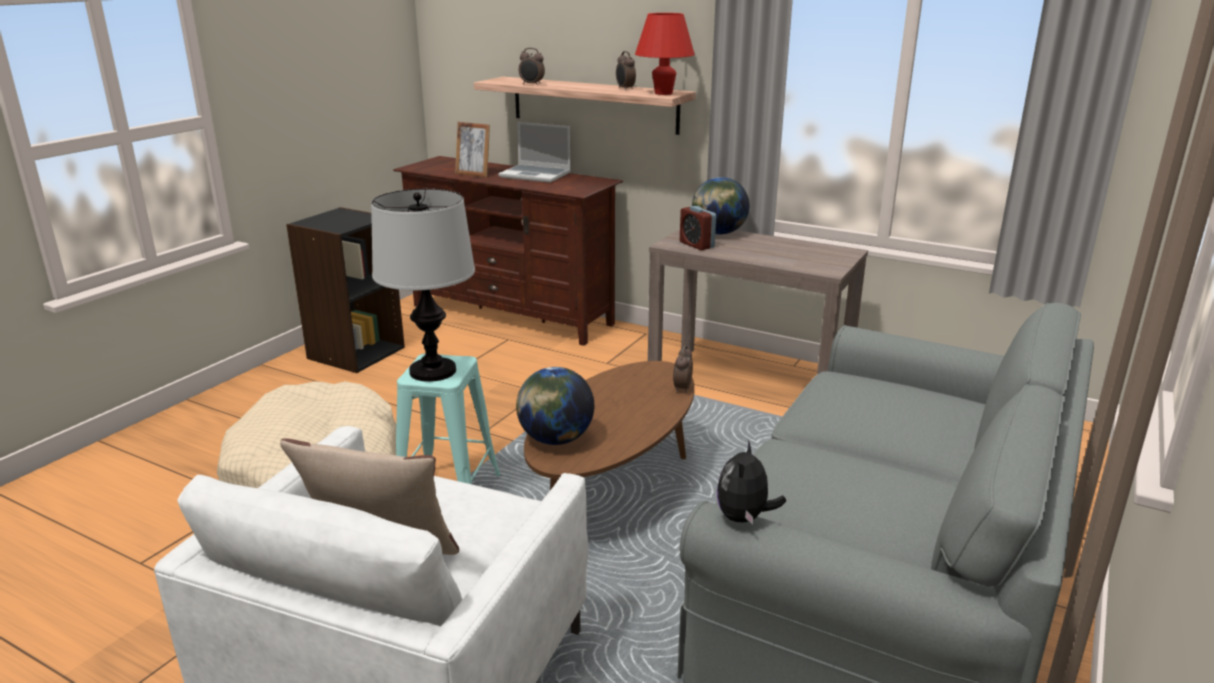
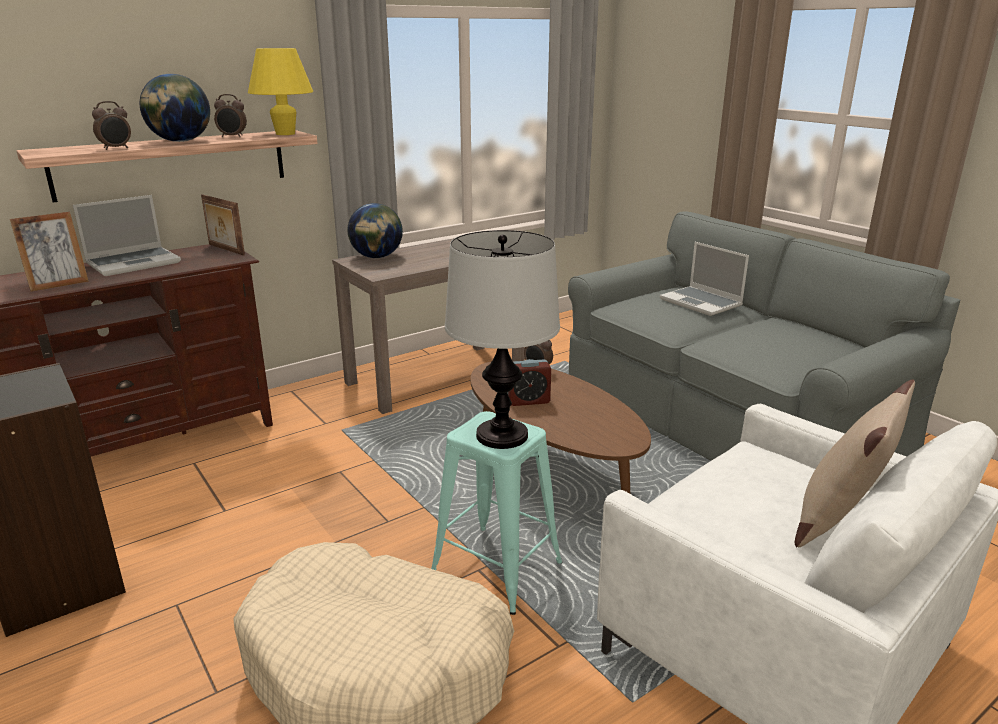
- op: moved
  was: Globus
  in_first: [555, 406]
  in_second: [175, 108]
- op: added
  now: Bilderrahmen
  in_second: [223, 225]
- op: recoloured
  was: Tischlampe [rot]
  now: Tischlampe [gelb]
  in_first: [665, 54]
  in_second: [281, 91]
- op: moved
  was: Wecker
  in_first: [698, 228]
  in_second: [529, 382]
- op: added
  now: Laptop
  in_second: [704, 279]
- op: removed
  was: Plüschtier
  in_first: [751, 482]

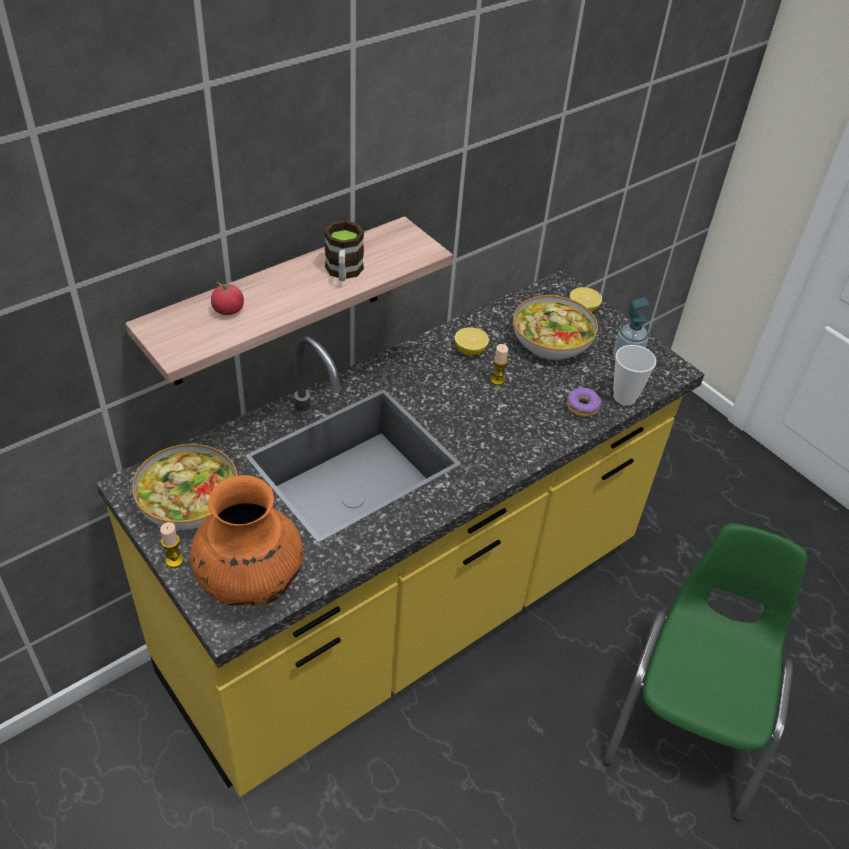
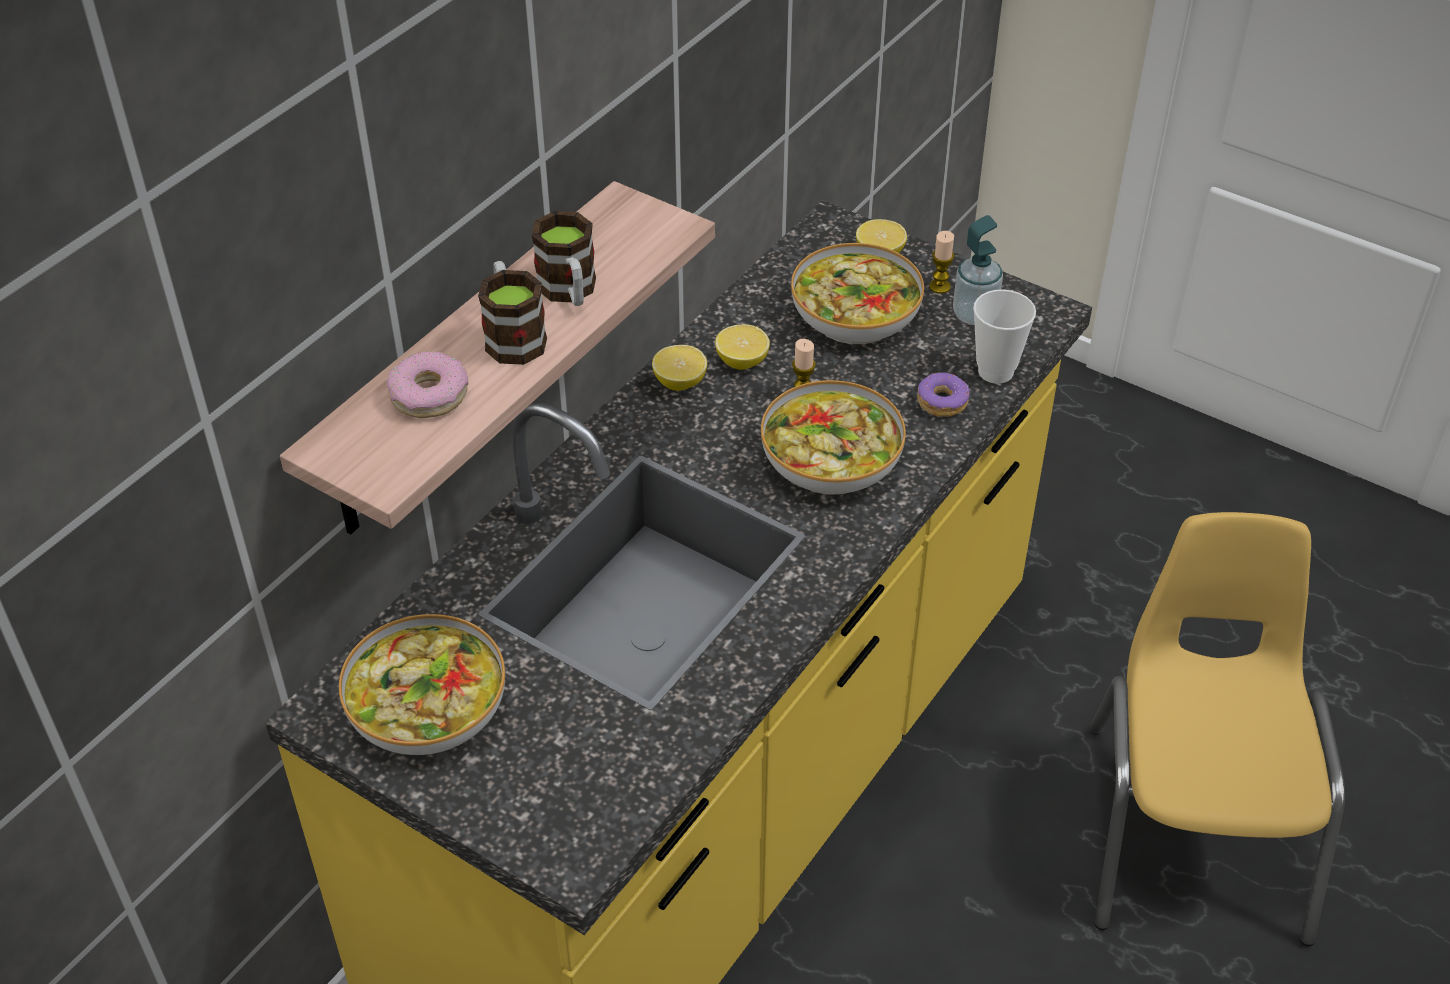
- op: replaced
  was: Tomate
  now: Donut
  in_first: [227, 298]
  in_second: [427, 384]
- op: added
  now: Henkelbecher
  in_second: [512, 313]
- op: added
  now: Zitrone
  in_second: [679, 368]
- op: added
  now: Schüssel
  in_second: [833, 437]
- op: moved
  was: Kerze
  in_first: [172, 545]
  in_second: [941, 262]
- op: recoloured
  was: Stuhl [grün]
  now: Stuhl [gelb]
  in_first: [705, 672]
  in_second: [1217, 729]
- op: removed
  was: Vase [orange]
  in_first: [246, 540]

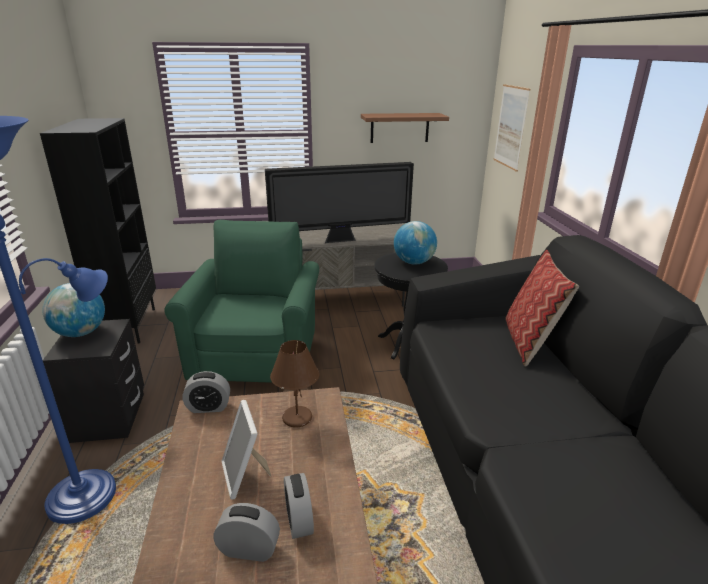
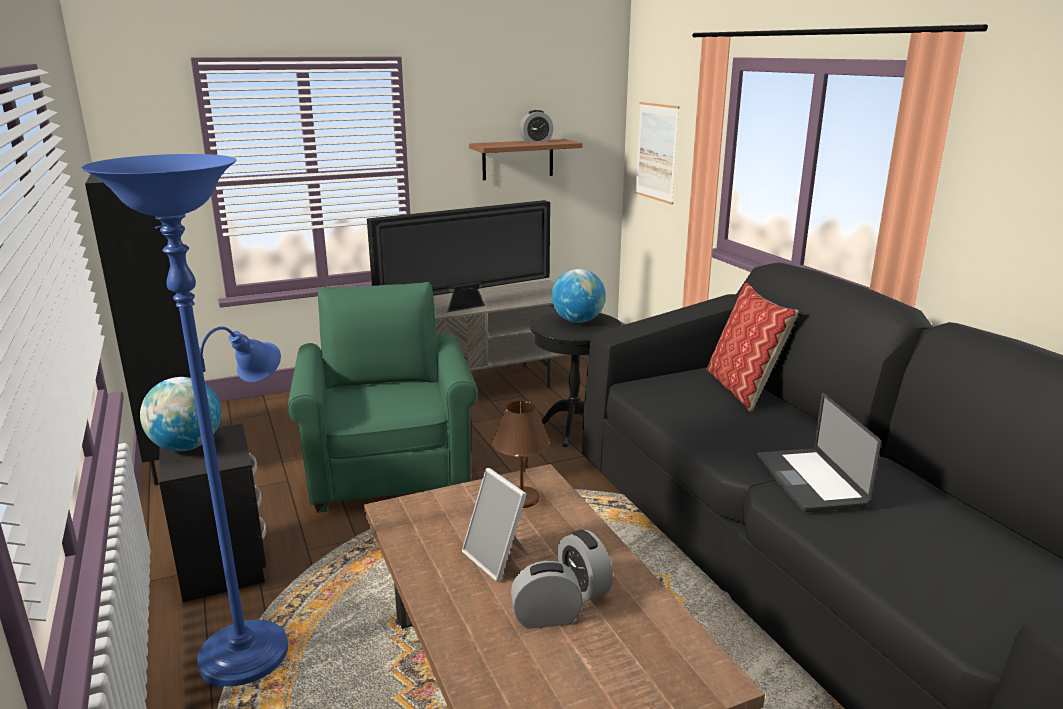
- op: moved
  was: Wecker
  in_first: [206, 392]
  in_second: [536, 126]
- op: added
  now: Laptop
  in_second: [818, 452]

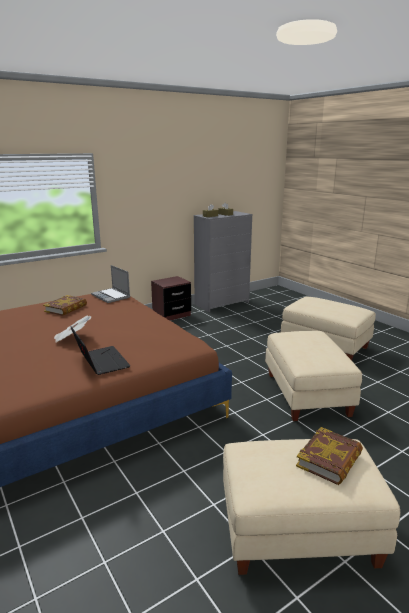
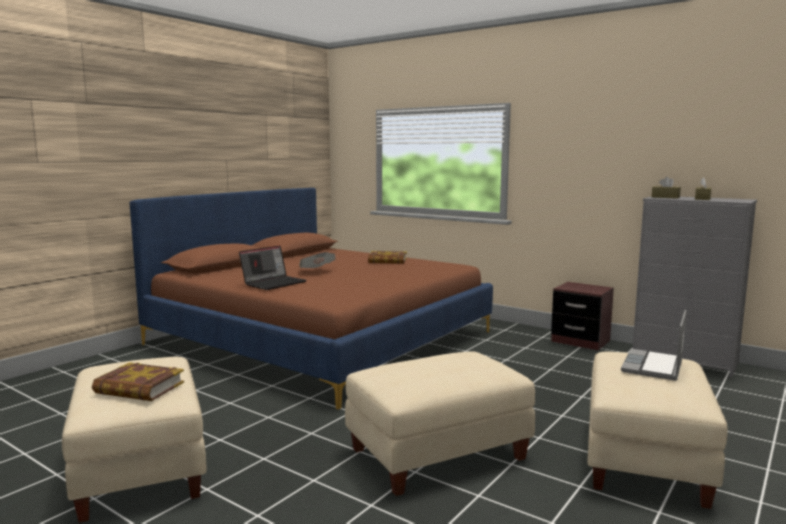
- op: moved
  was: Laptop
  in_first: [110, 284]
  in_second: [654, 345]

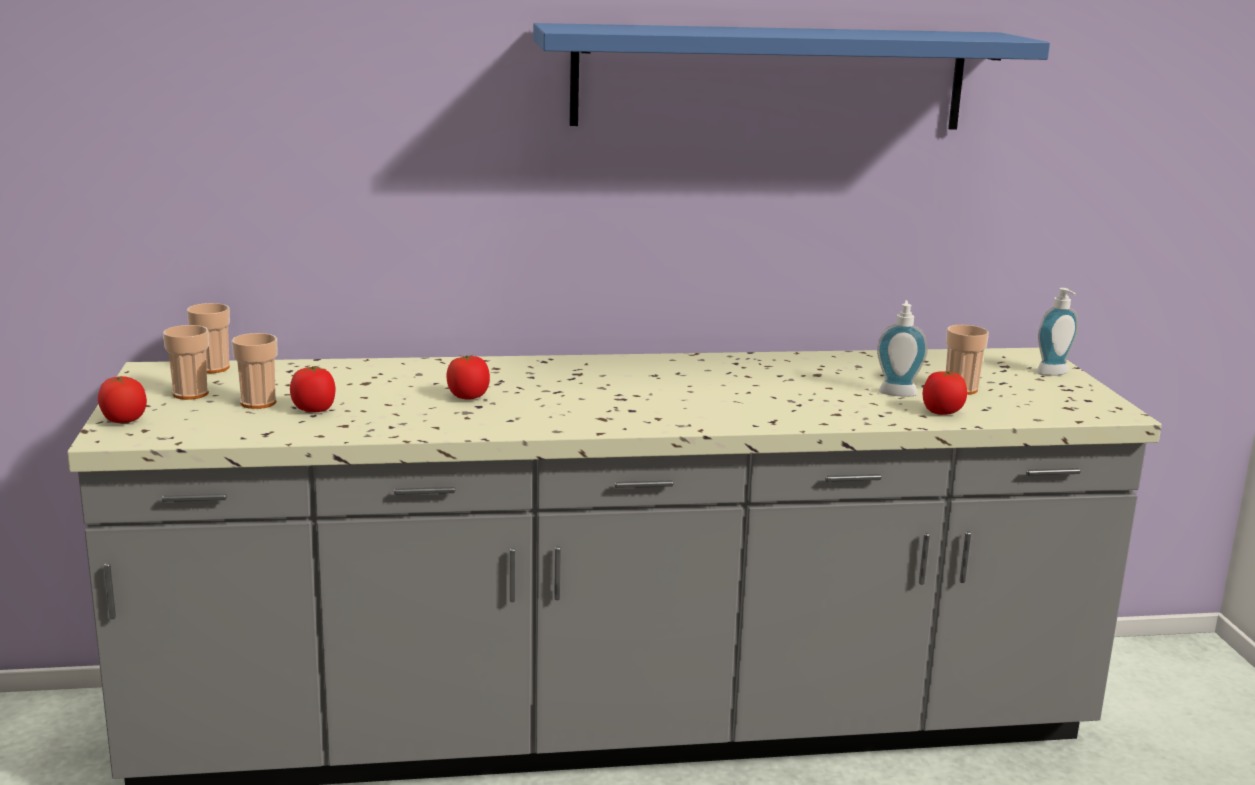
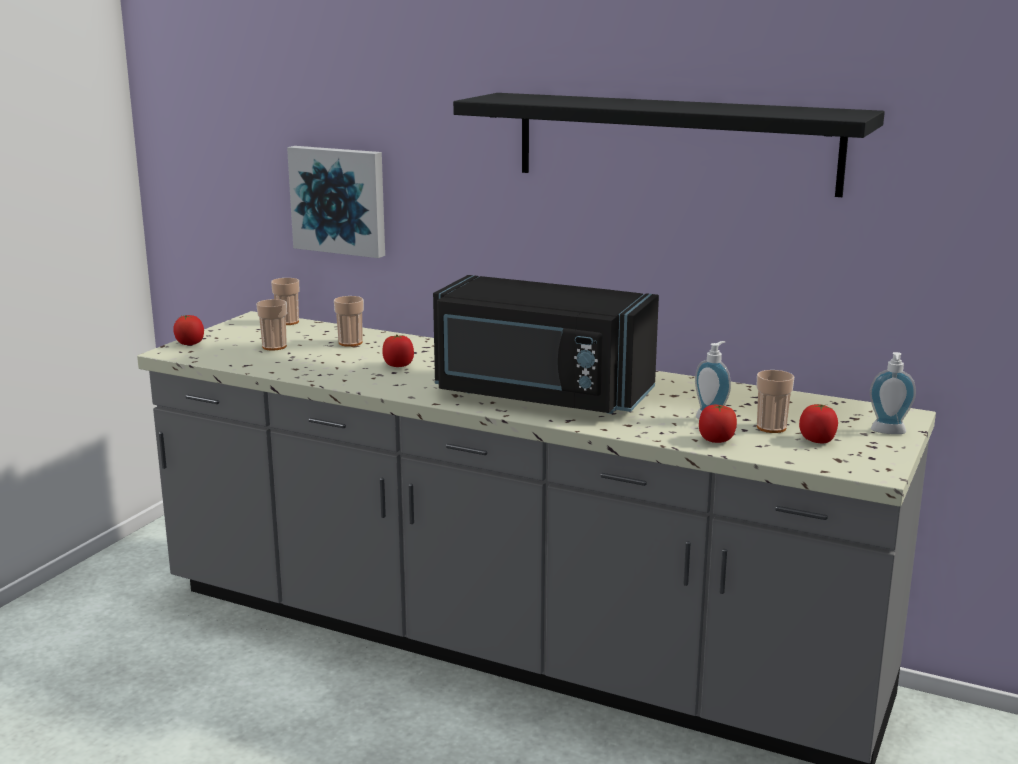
- op: added
  now: Bild
  in_second: [336, 202]
- op: moved
  was: Tasse
  in_first: [186, 362]
  in_second: [349, 321]
- op: added
  now: Mikrowelle [schwarz]
  in_second: [546, 344]
- op: recoloured
  was: Wandregal [blau]
  now: Wandregal [schwarz]
  in_first: [791, 76]
  in_second: [669, 145]
- op: moved
  was: Tomate
  in_first: [312, 388]
  in_second: [818, 423]

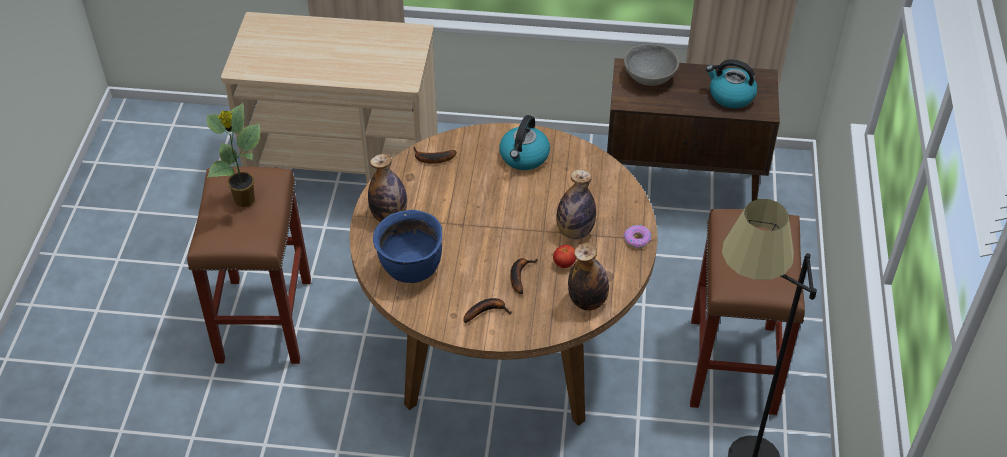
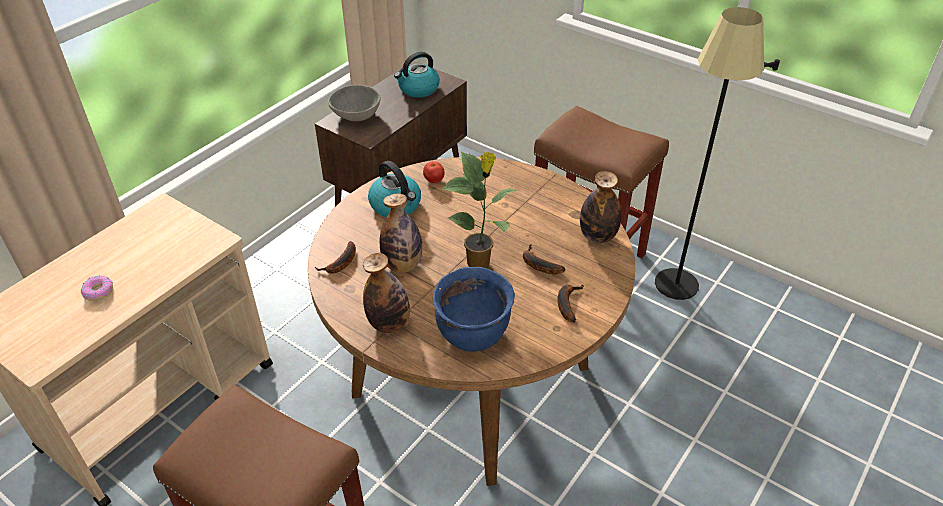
- op: moved
  was: Donut
  in_first: [637, 237]
  in_second: [97, 288]
- op: moved
  was: Flasche
  in_first: [576, 204]
  in_second: [401, 233]
- op: moved
  was: Tomate
  in_first: [565, 256]
  in_second: [434, 172]
- op: moved
  was: Topfpflanze
  in_first: [233, 155]
  in_second: [479, 210]

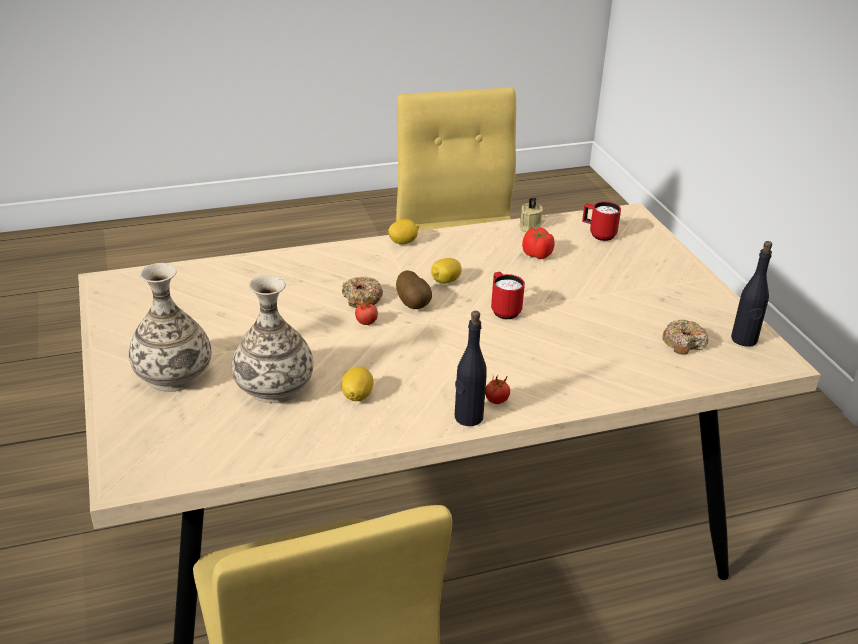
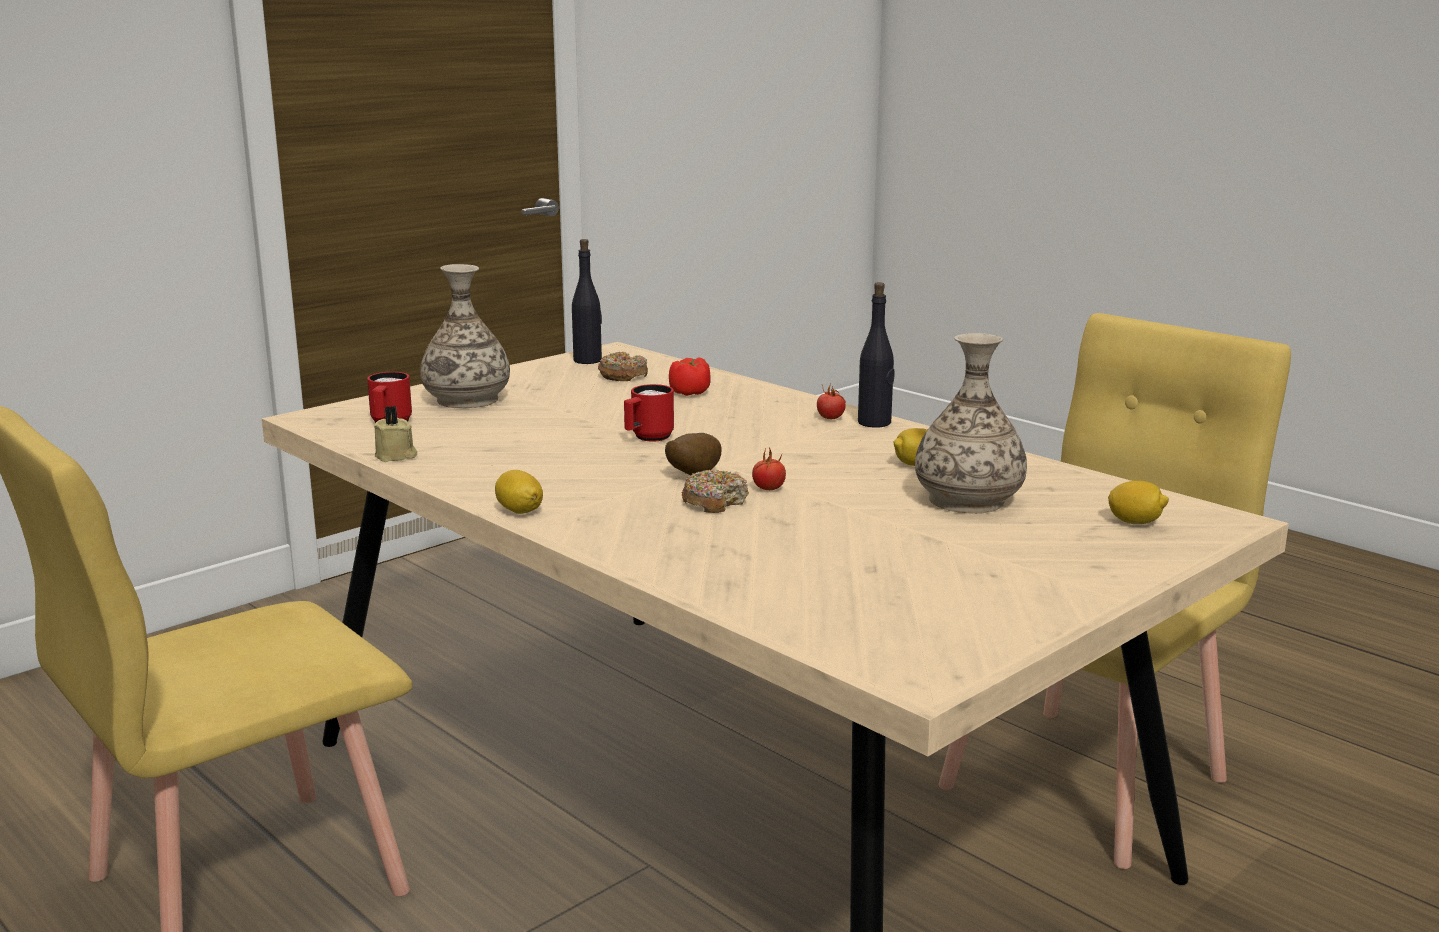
- op: moved
  was: Vase
  in_first: [170, 327]
  in_second: [465, 336]
- op: moved
  was: Tomate
  in_first: [538, 243]
  in_second: [690, 376]
- op: moved
  was: Zitrone
  in_first: [446, 271]
  in_second: [1138, 502]

